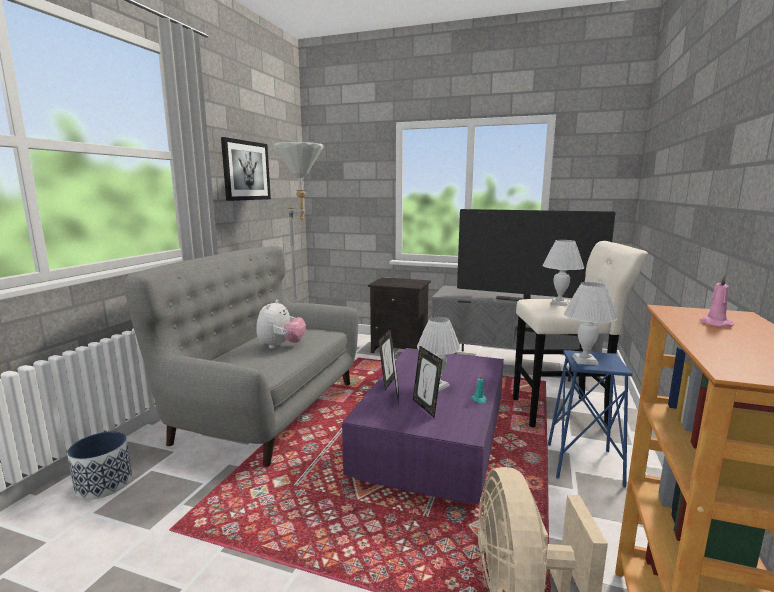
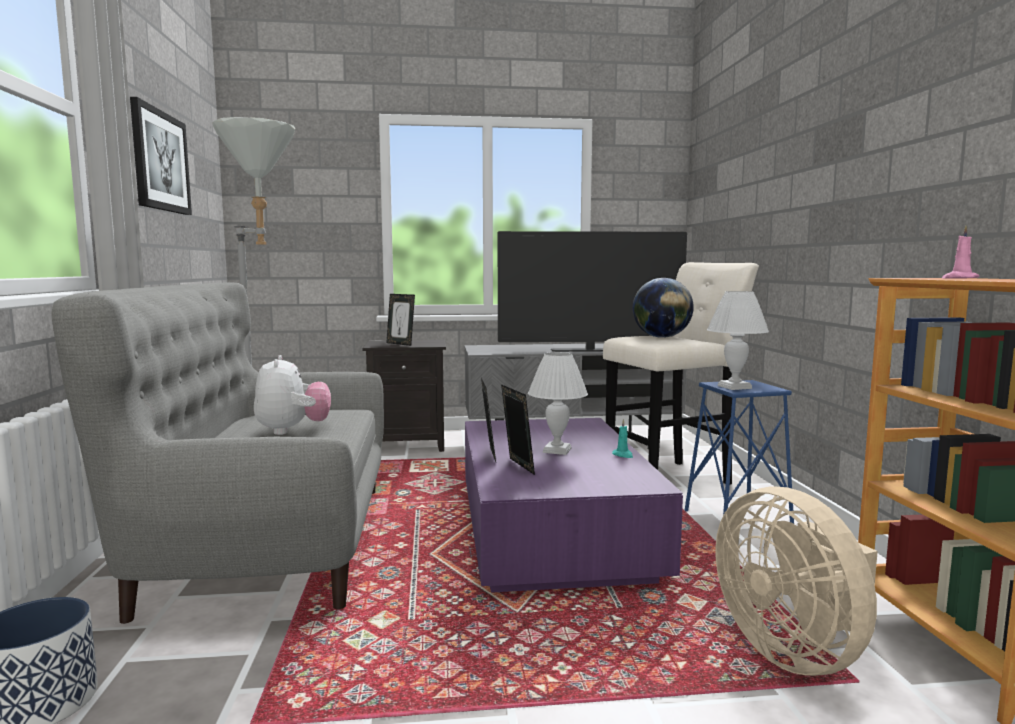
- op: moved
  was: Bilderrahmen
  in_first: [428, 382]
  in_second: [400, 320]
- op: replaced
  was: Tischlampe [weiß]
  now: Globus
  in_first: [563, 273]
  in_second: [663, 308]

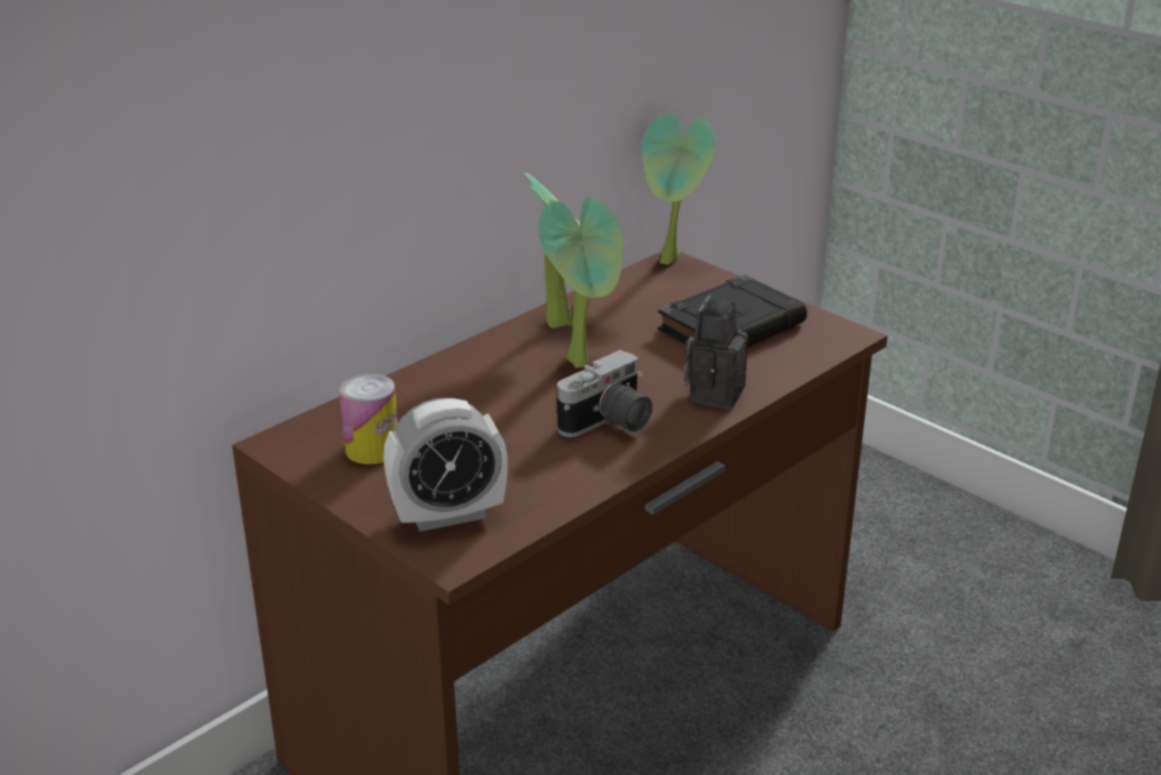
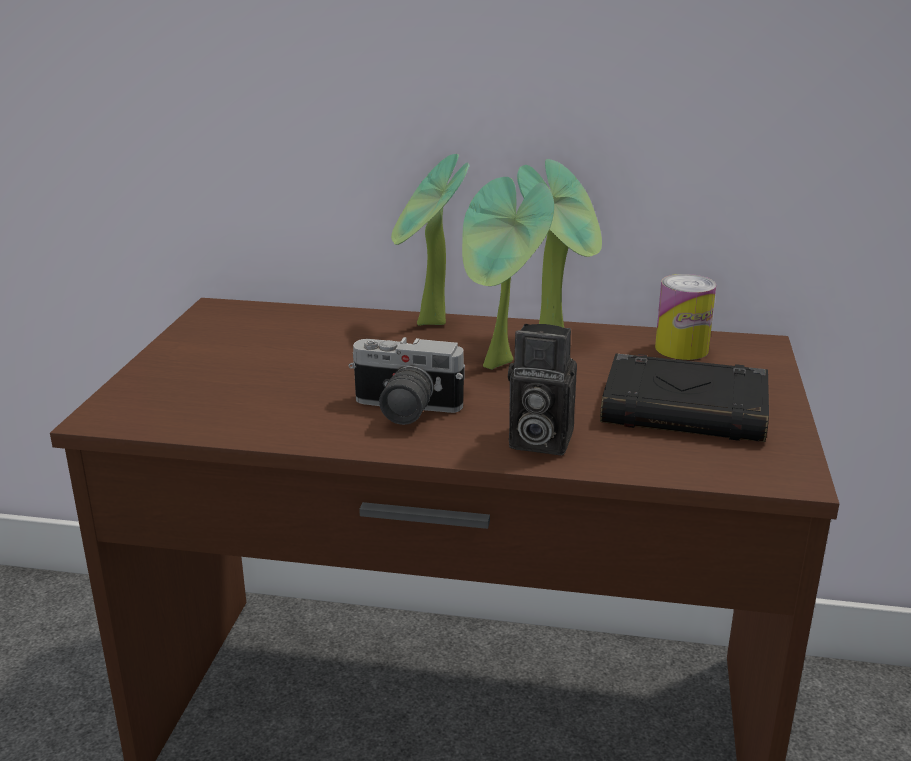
- op: moved
  was: Topfpflanze
  in_first: [679, 189]
  in_second: [430, 240]
- op: turned
  was: Kamera
  in_first: [716, 352]
  in_second: [542, 390]
  clockwise: -150
- op: moved
  was: Dose
  in_first: [368, 419]
  in_second: [685, 317]
- op: removed
  was: Wecker
  in_first: [445, 464]

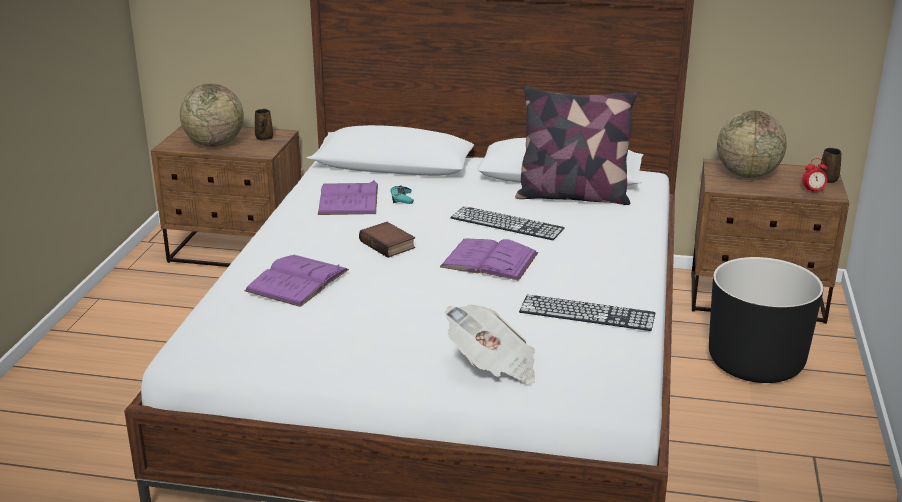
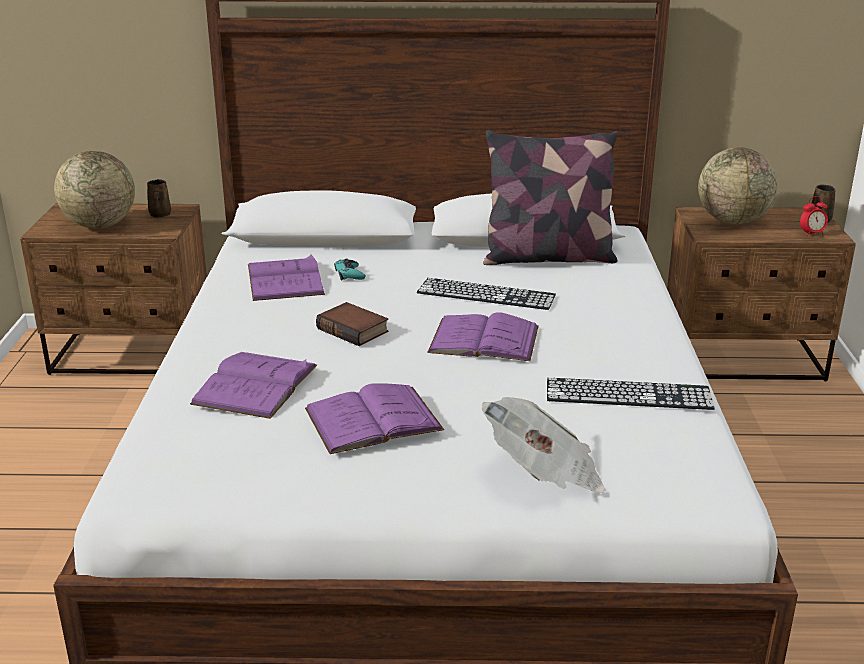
- op: added
  now: Buch [lila]
  in_second: [374, 418]
- op: removed
  was: Pflanzkübel [schwarz]
  in_first: [766, 320]

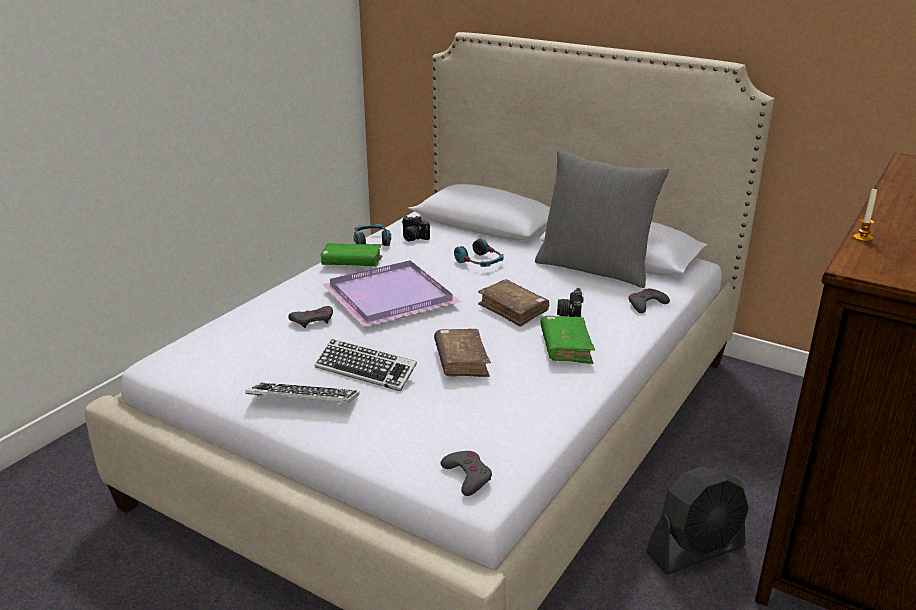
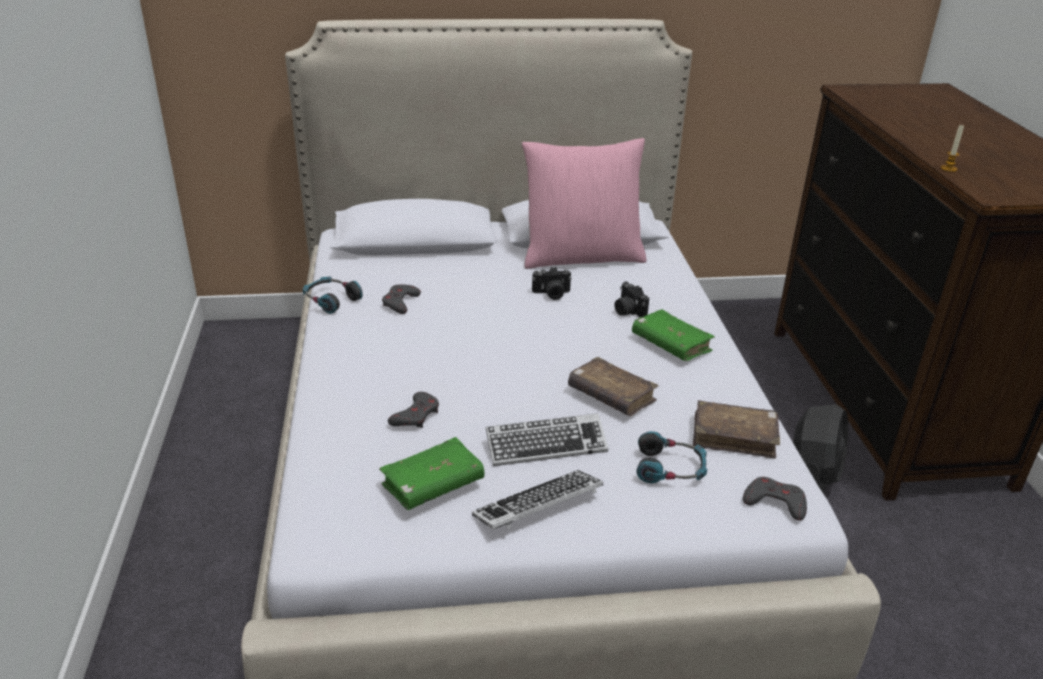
- op: moved
  was: Buch [grün]
  in_first: [351, 254]
  in_second: [431, 473]
- op: moved
  was: Gamepad [grau]
  in_first: [649, 300]
  in_second: [401, 299]
- op: recoloured
  was: Kissen [grau]
  now: Kissen [rosa]
  in_first: [602, 219]
  in_second: [584, 203]
- op: moved
  was: Kamera
  in_first: [416, 228]
  in_second: [552, 283]
- op: moved
  was: Kopfhörer
  in_first: [479, 253]
  in_second: [671, 457]
- op: moved
  was: Buch [braun]
  in_first: [513, 303]
  in_second: [736, 429]
- op: removed
  was: Tablett [lila]
  in_first: [391, 294]

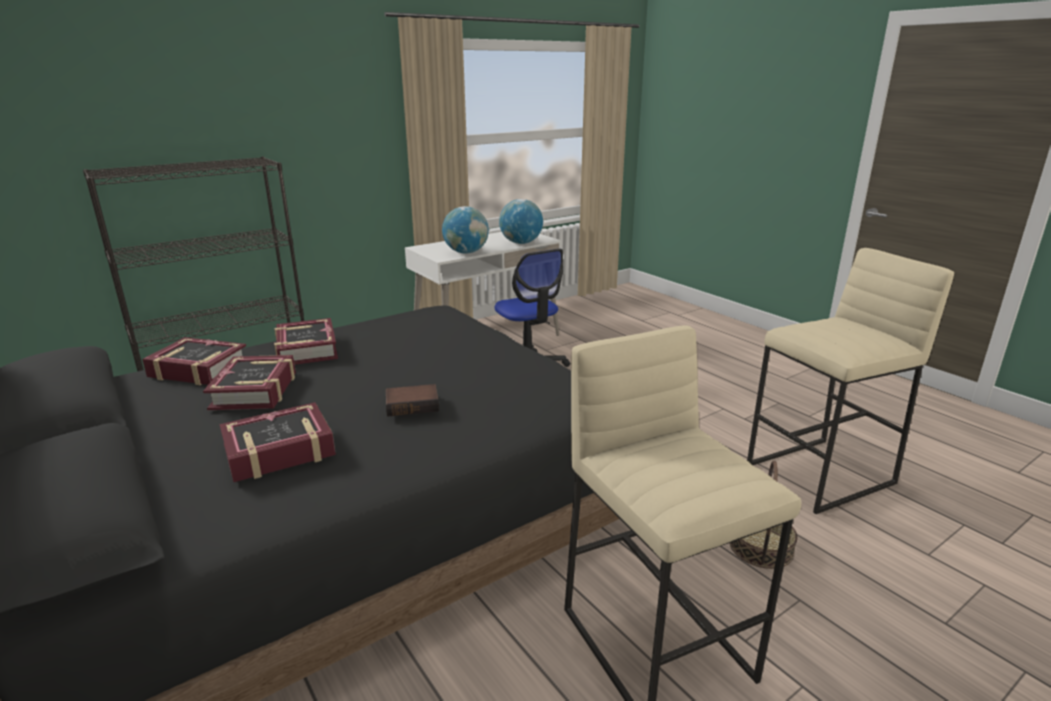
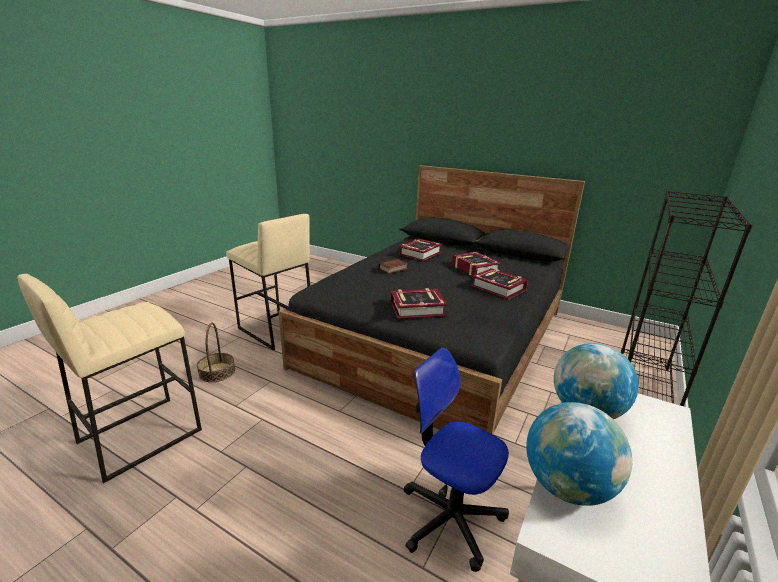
- op: moved
  was: Buch
  in_first: [194, 361]
  in_second: [419, 303]

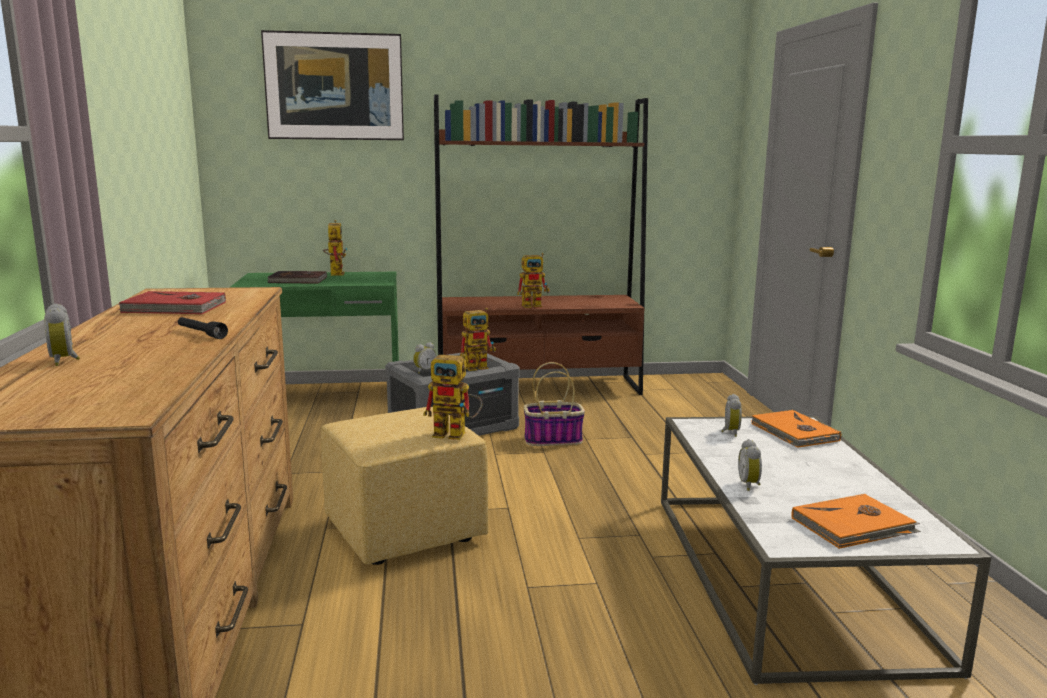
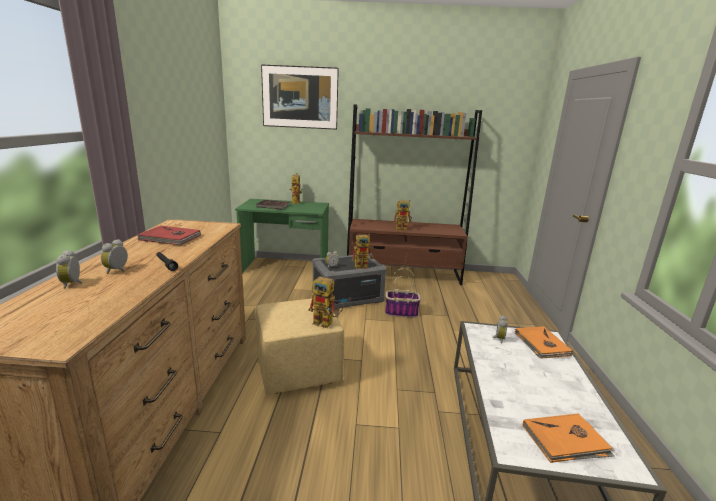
- op: moved
  was: Wecker
  in_first: [750, 465]
  in_second: [114, 256]

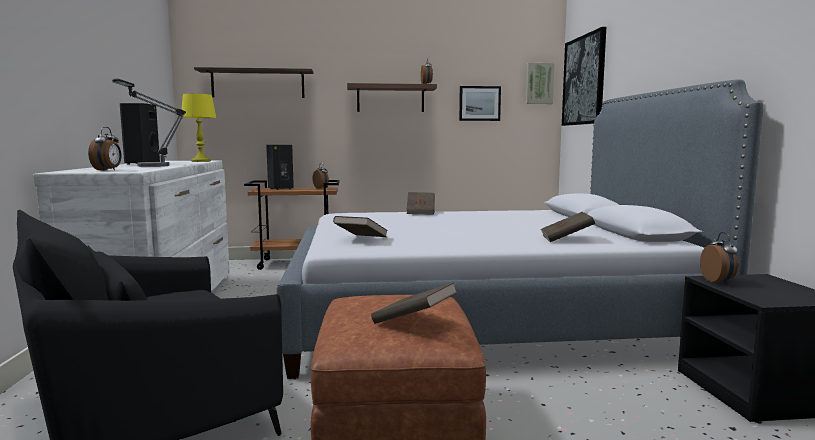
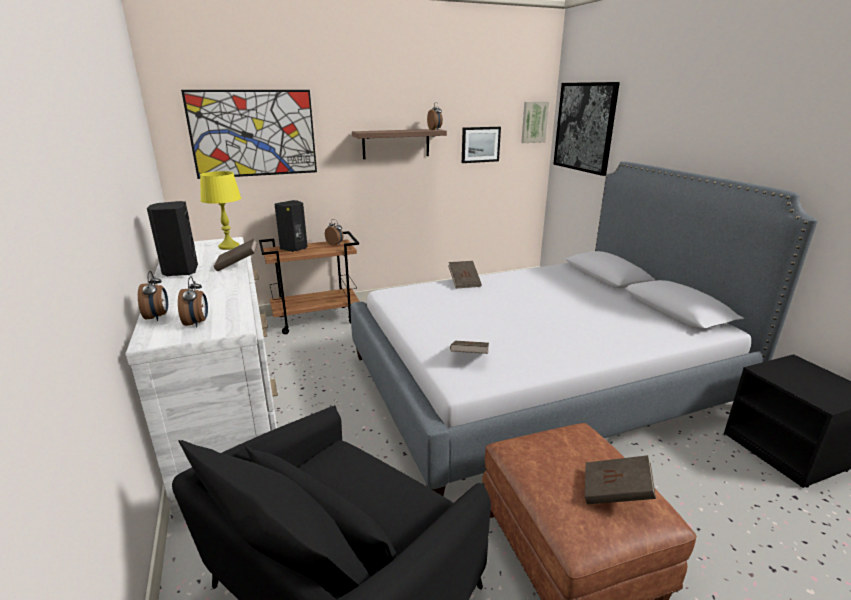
- op: moved
  was: Wecker
  in_first: [719, 258]
  in_second: [153, 296]
- op: replaced
  was: Wandregal
  now: Bild
  in_first: [254, 82]
  in_second: [249, 134]
- op: moved
  was: Buch [braun]
  in_first: [567, 227]
  in_second: [235, 255]
- op: removed
  was: Tischlampe
  in_first: [149, 123]

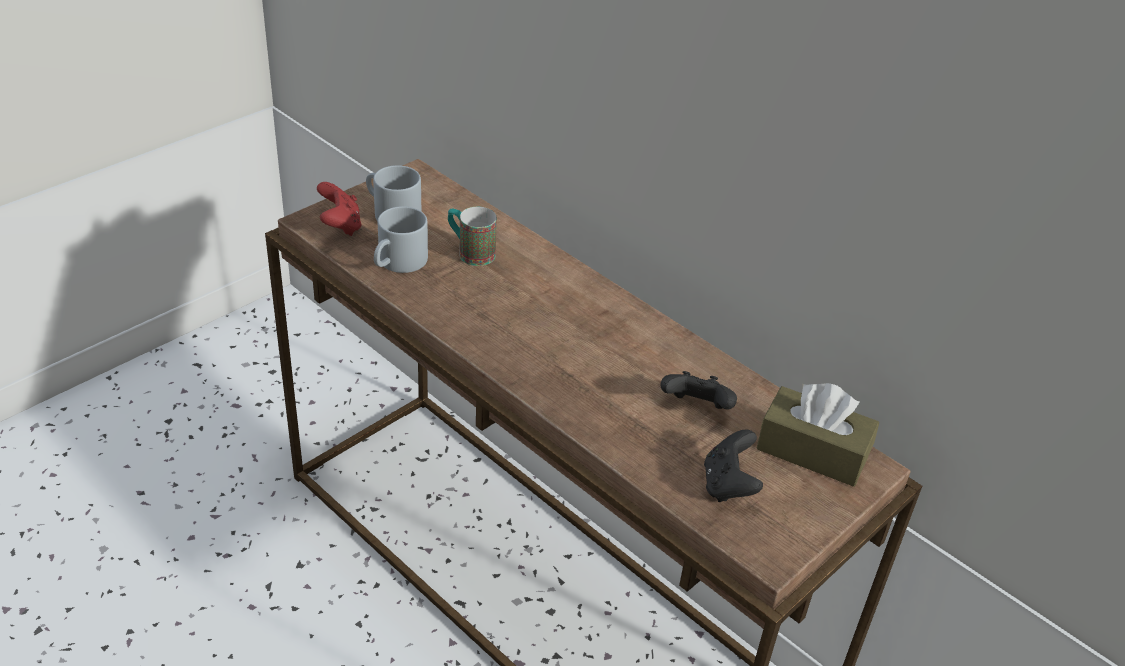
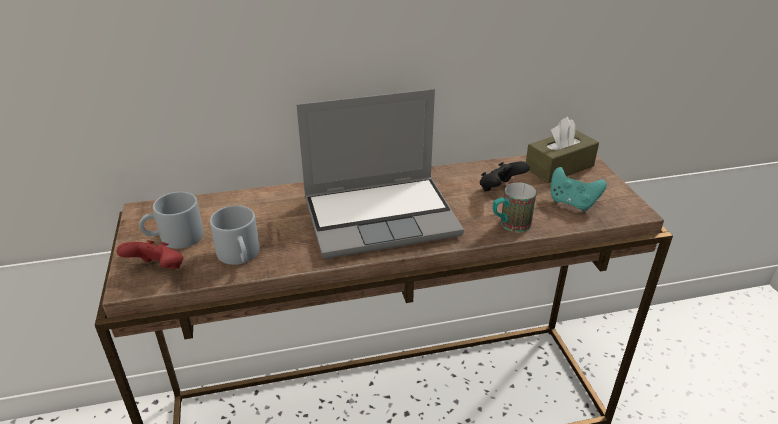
- op: added
  now: Laptop
  in_second: [380, 174]
- op: moved
  was: Henkelbecher
  in_first: [472, 236]
  in_second: [514, 207]
- op: recoloured
  was: Gamepad [schwarz]
  now: Gamepad [türkis]
  in_first: [733, 465]
  in_second: [579, 189]

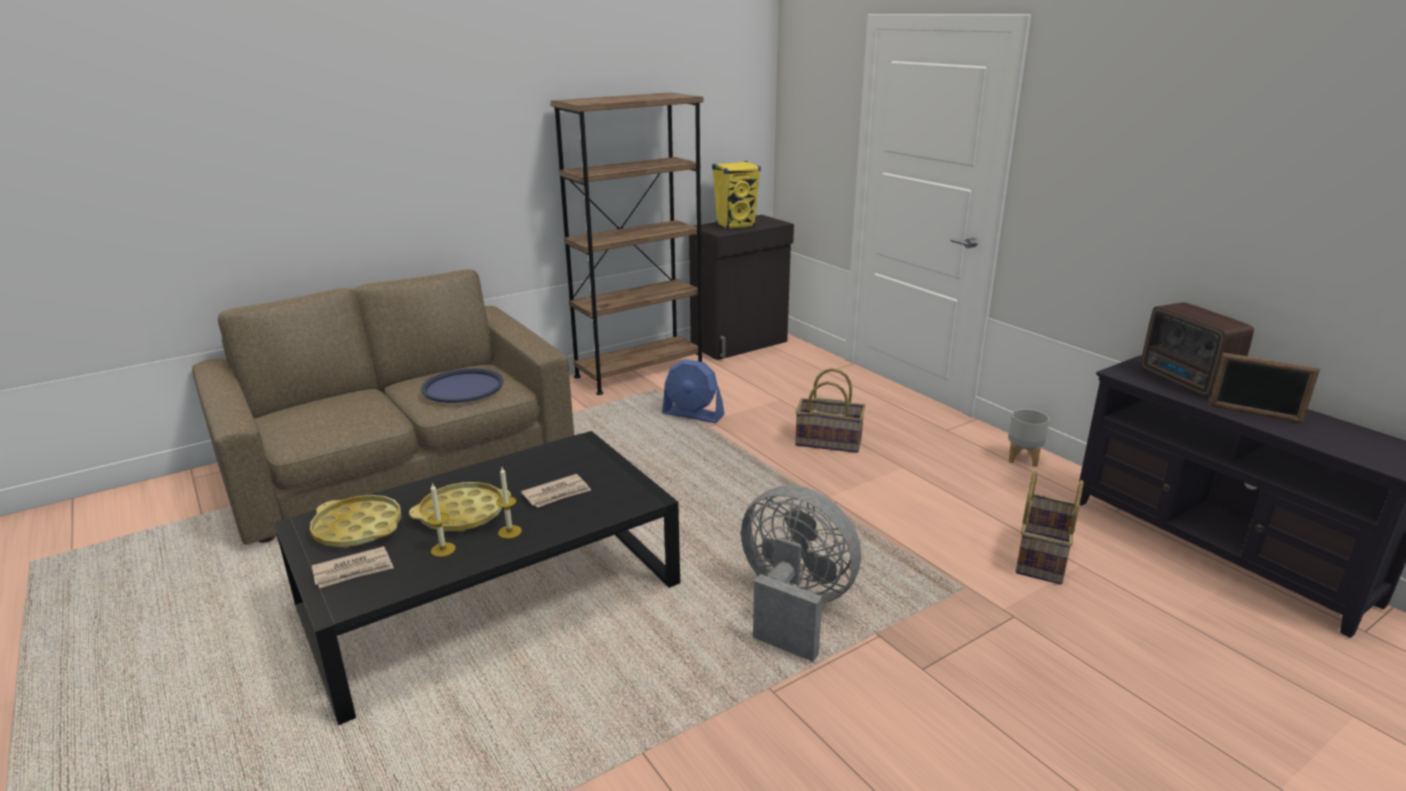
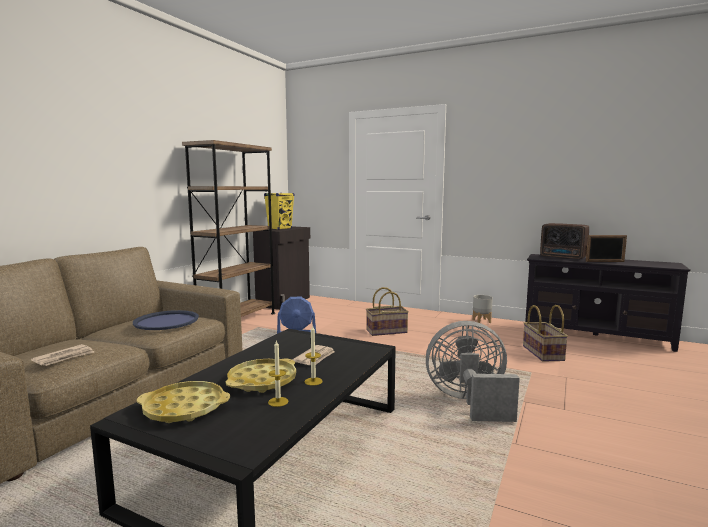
- op: moved
  was: Zeitung
  in_first: [353, 567]
  in_second: [62, 355]

